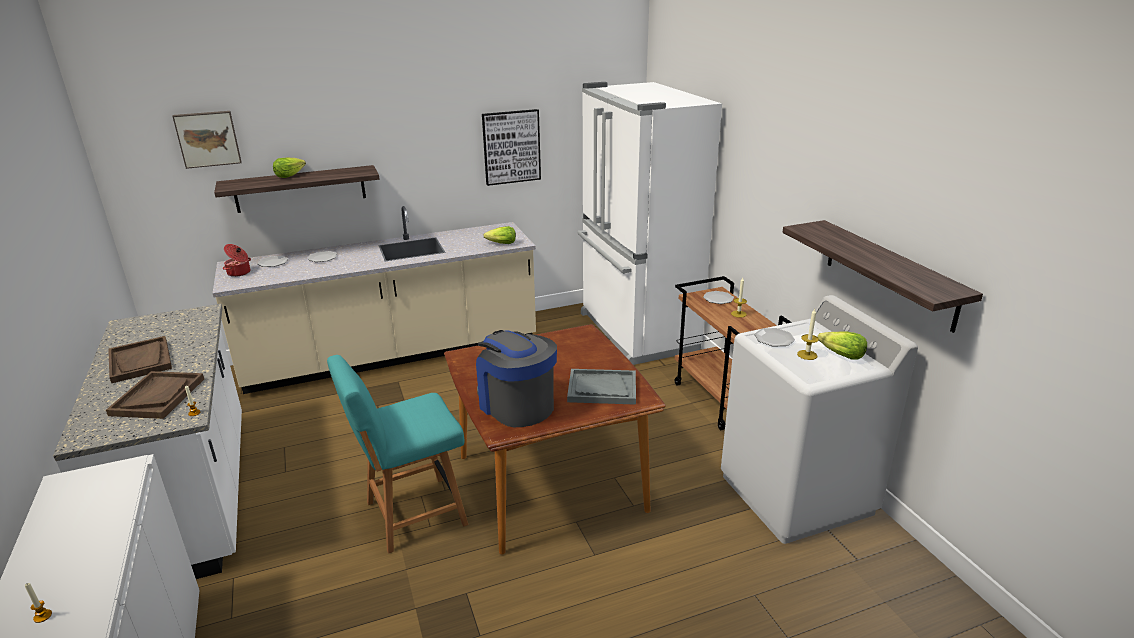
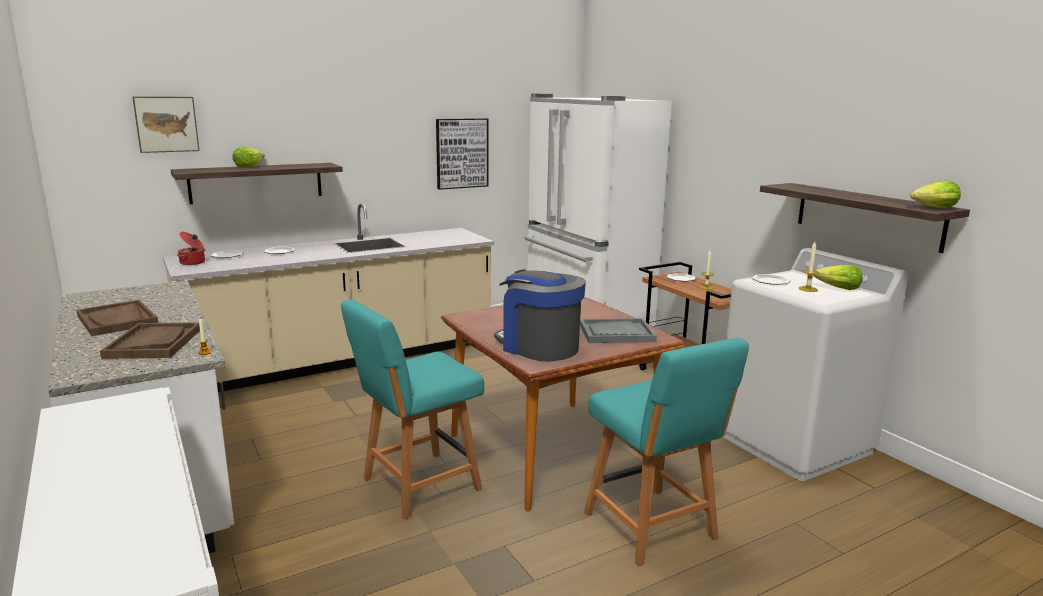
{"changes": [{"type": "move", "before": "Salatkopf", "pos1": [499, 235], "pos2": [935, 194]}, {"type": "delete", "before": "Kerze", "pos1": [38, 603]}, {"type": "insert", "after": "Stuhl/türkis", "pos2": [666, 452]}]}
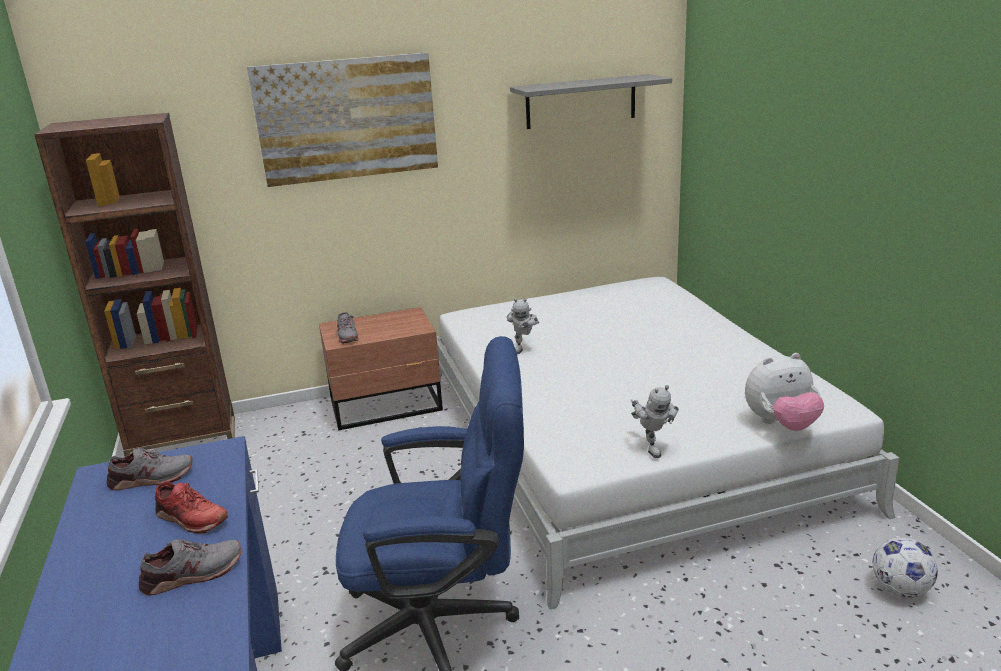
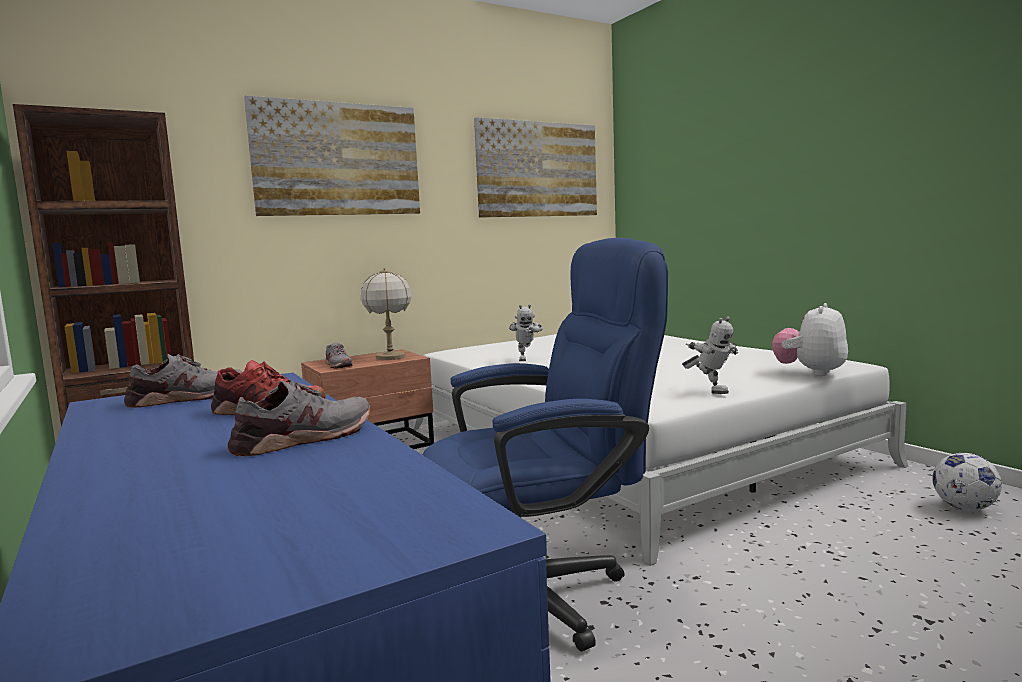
{"changes": [{"type": "replace", "before": "Wandregal/grau", "after": "Bild", "pos1": [591, 101], "pos2": [535, 167]}, {"type": "rotate", "before": "Plüschtier", "pos1": [784, 392], "pos2": [810, 339], "turn": 150}, {"type": "insert", "after": "Tischlampe", "pos2": [386, 314]}]}
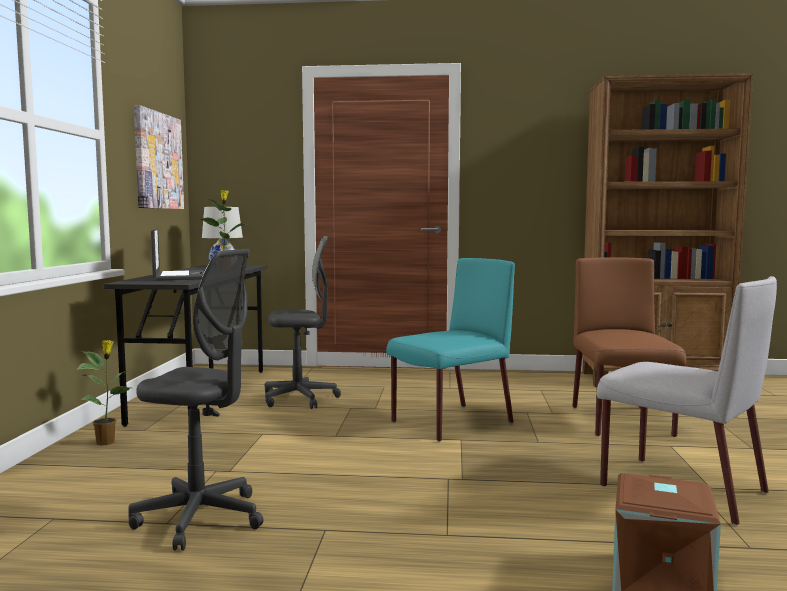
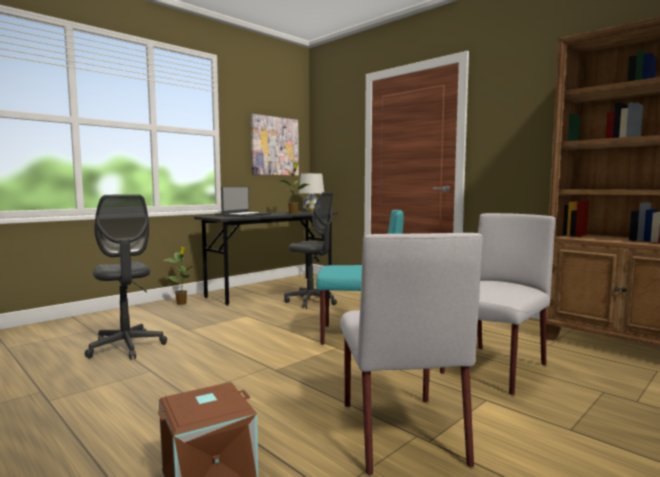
{"changes": [{"type": "recolor", "before": "Stuhl/braun", "after": "Stuhl/grau", "pos1": [629, 347], "pos2": [498, 304]}]}
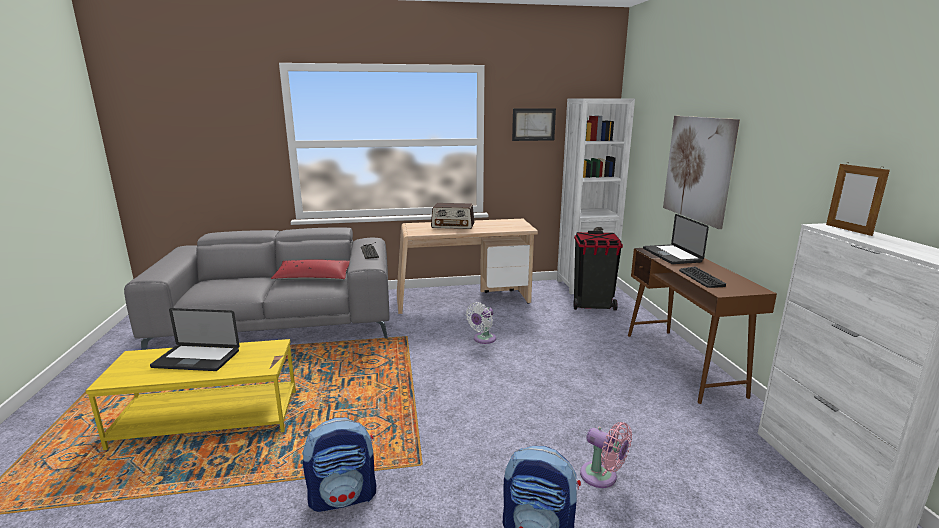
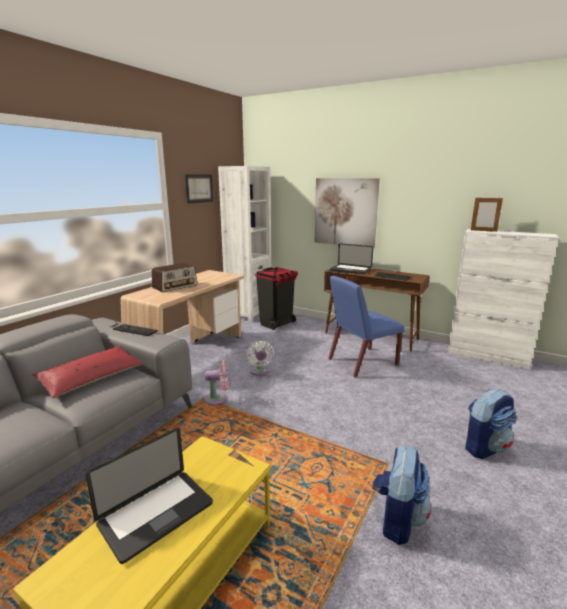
{"changes": [{"type": "move", "before": "Ventilator/rosa", "pos1": [606, 455], "pos2": [216, 382]}, {"type": "insert", "after": "Stuhl/blau", "pos2": [366, 327]}]}
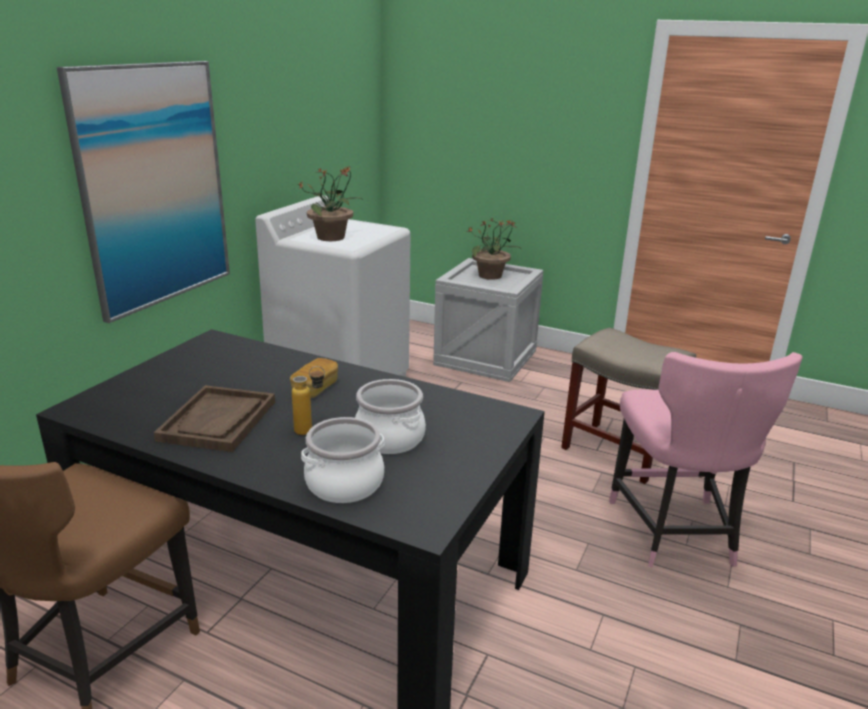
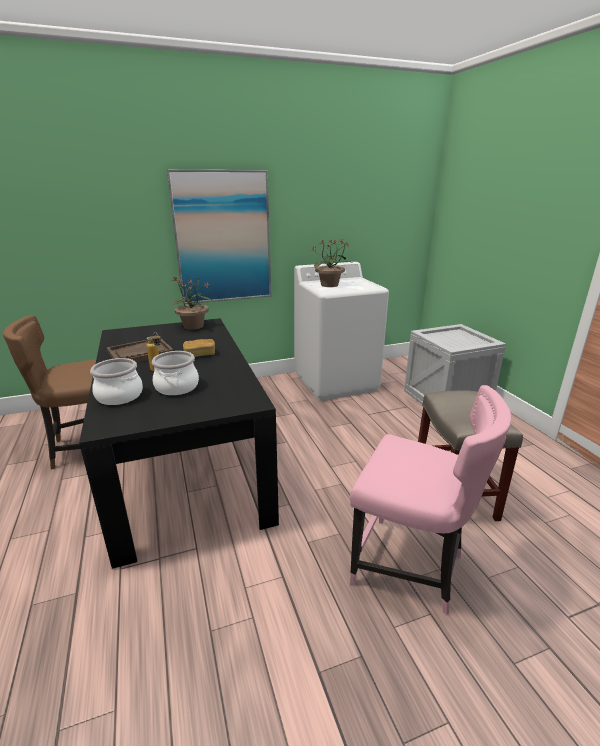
{"changes": [{"type": "move", "before": "Topfpflanze", "pos1": [494, 249], "pos2": [191, 303]}, {"type": "rotate", "before": "Stuhl/rosa", "pos1": [706, 459], "pos2": [430, 500], "turn": -105}]}
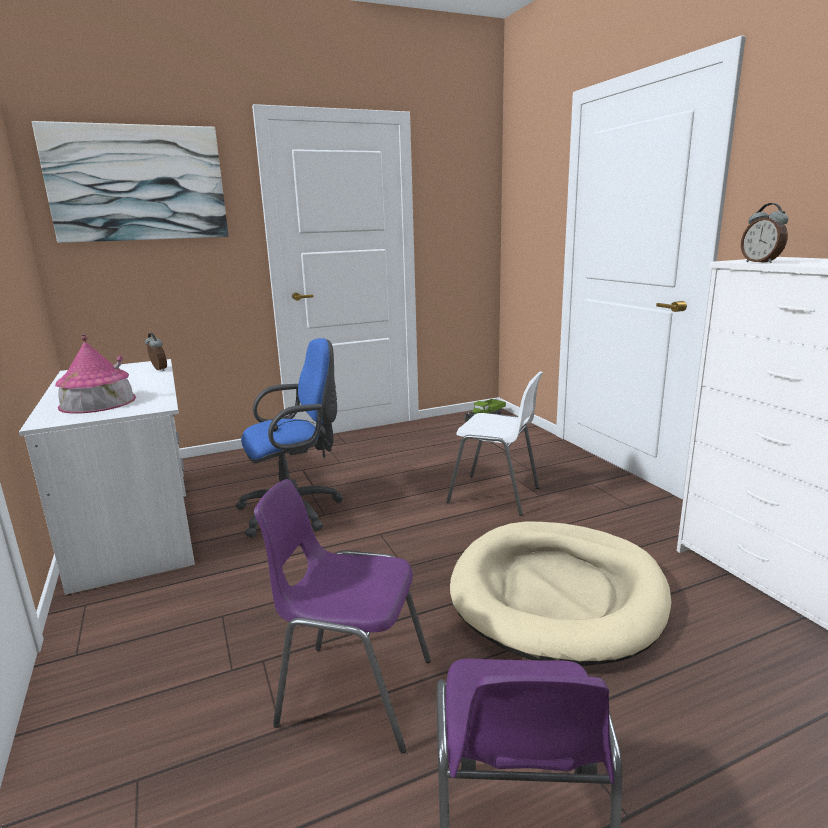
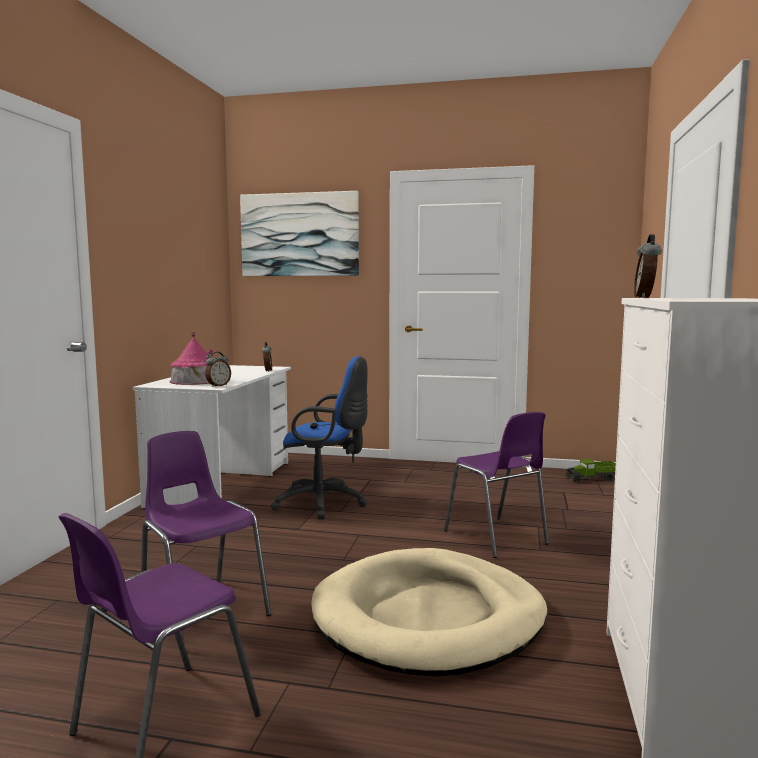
{"changes": [{"type": "recolor", "before": "Stuhl/weiß", "after": "Stuhl/lila", "pos1": [495, 443], "pos2": [496, 485]}, {"type": "insert", "after": "Wecker", "pos2": [218, 369]}]}
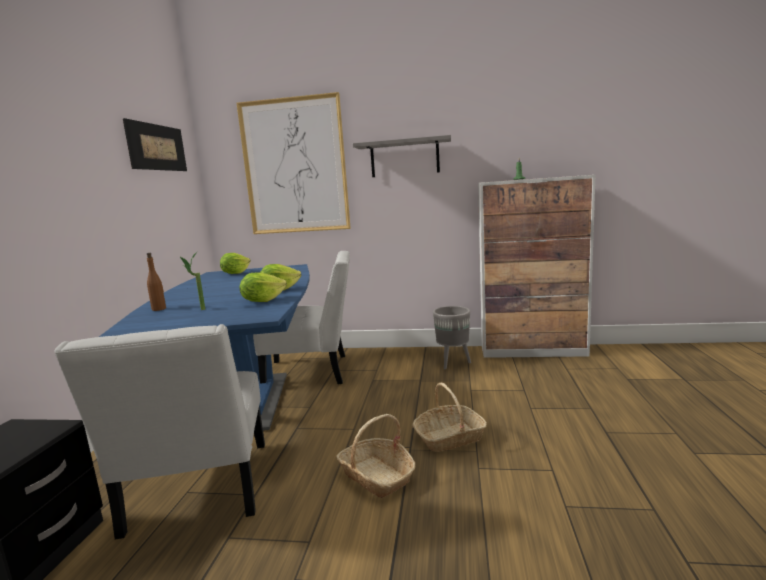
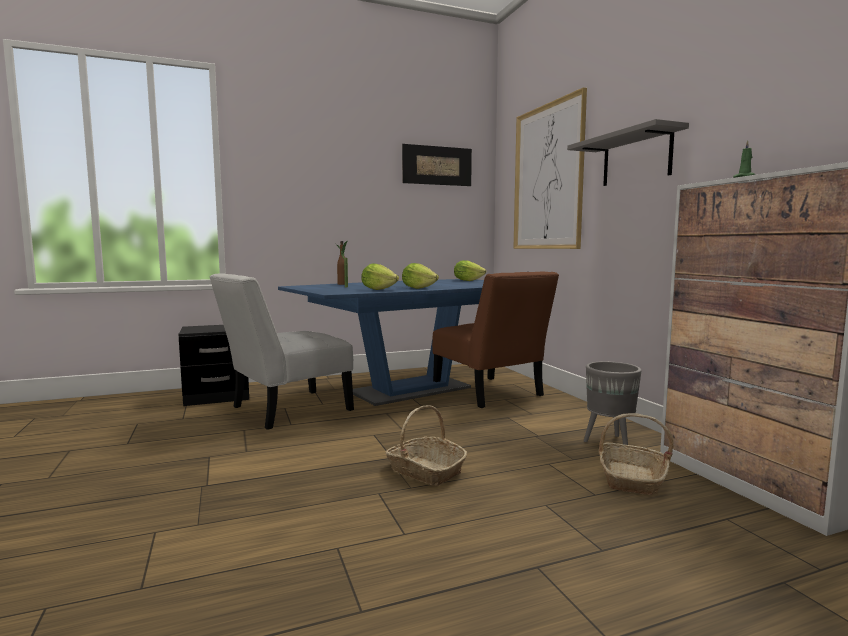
{"changes": [{"type": "recolor", "before": "Stuhl/weiß", "after": "Stuhl/braun", "pos1": [301, 317], "pos2": [495, 340]}, {"type": "move", "before": "Korb", "pos1": [375, 456], "pos2": [636, 454]}]}
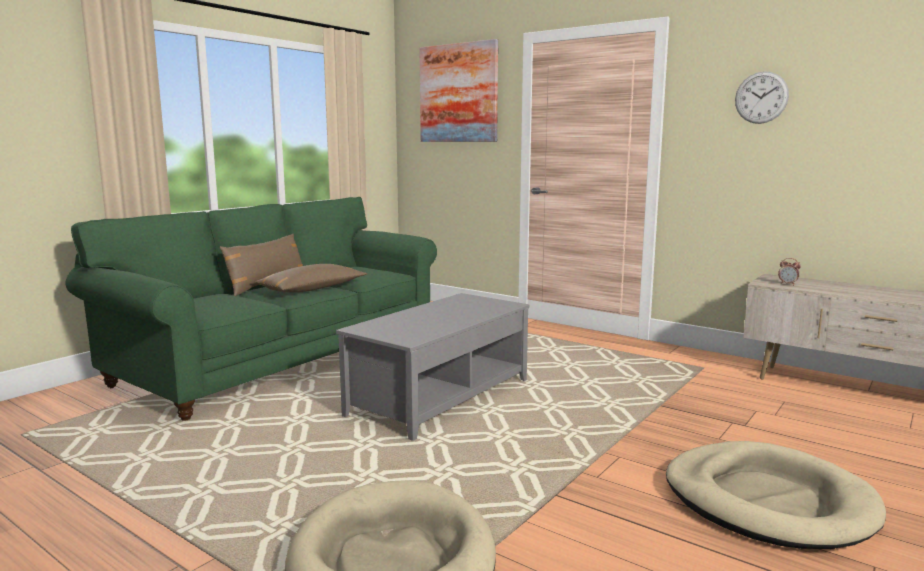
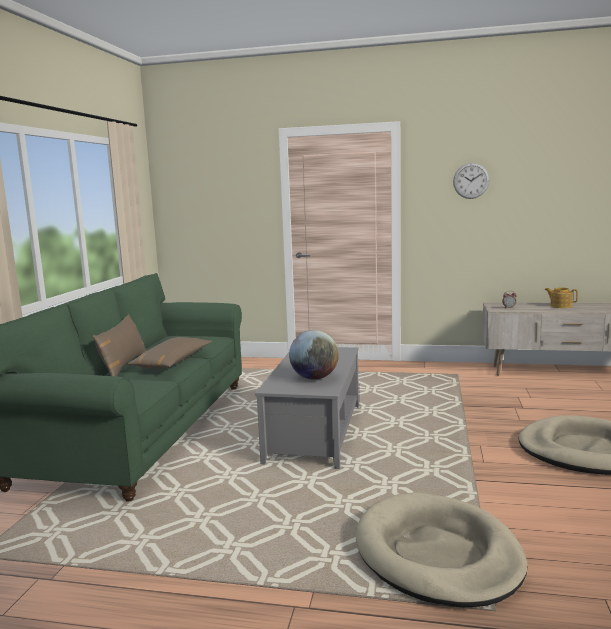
{"changes": [{"type": "delete", "before": "Bild", "pos1": [458, 90]}, {"type": "insert", "after": "Teekanne", "pos2": [561, 298]}, {"type": "insert", "after": "Globus", "pos2": [314, 355]}]}
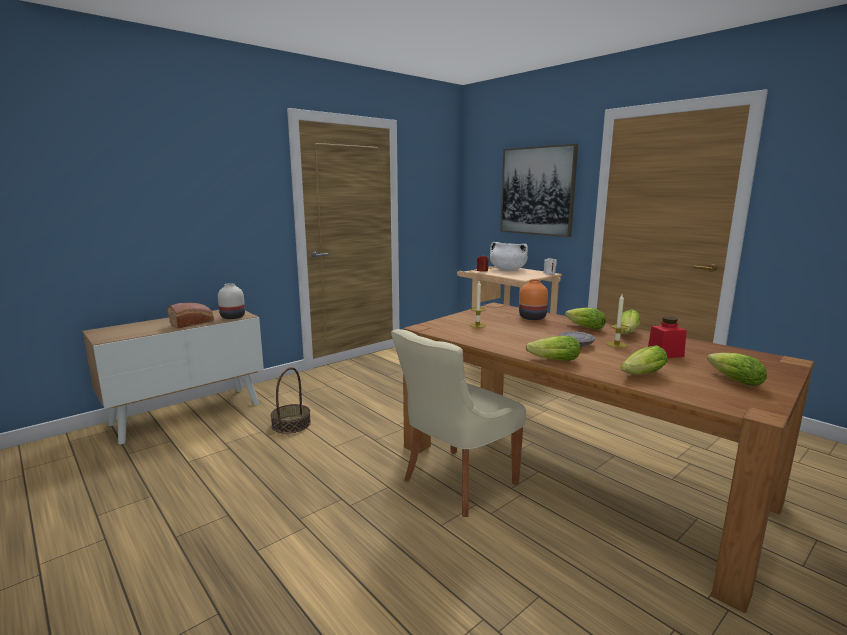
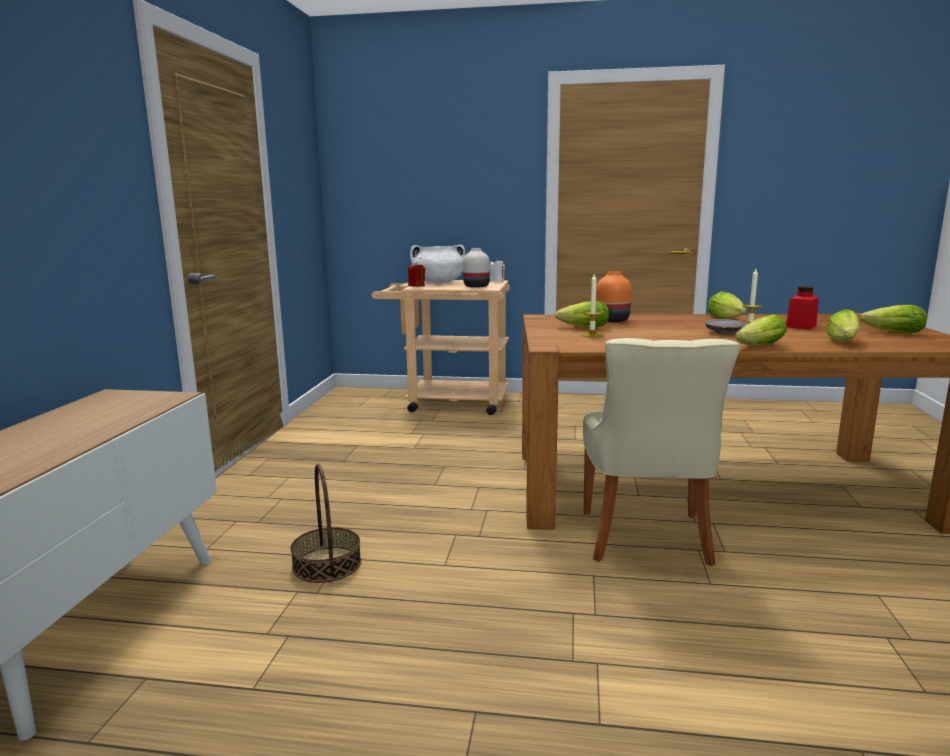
{"changes": [{"type": "delete", "before": "Bild", "pos1": [539, 190]}, {"type": "move", "before": "Vase/weiß", "pos1": [231, 301], "pos2": [476, 268]}, {"type": "delete", "before": "Brot", "pos1": [190, 315]}, {"type": "move", "before": "Salatkopf", "pos1": [585, 318], "pos2": [582, 314]}]}
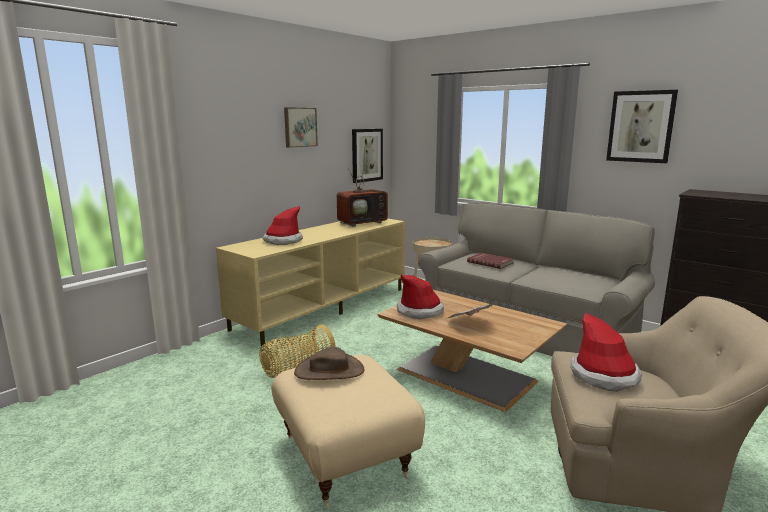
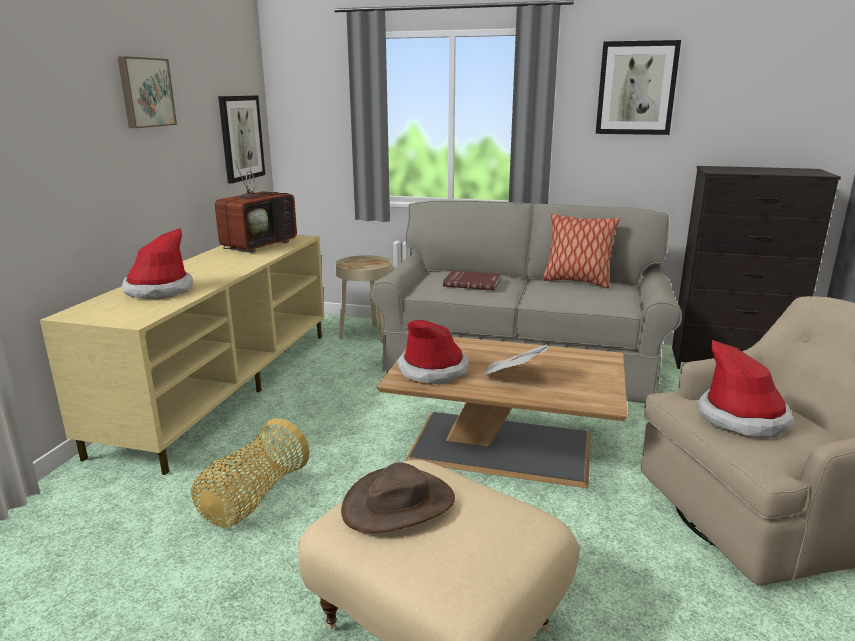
{"changes": [{"type": "insert", "after": "Kissen", "pos2": [581, 250]}]}
